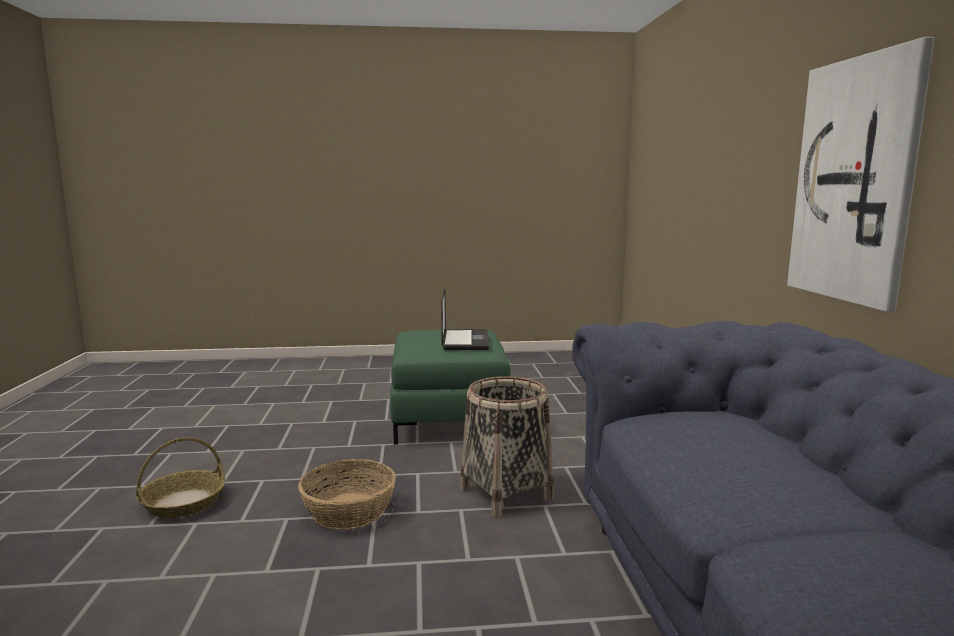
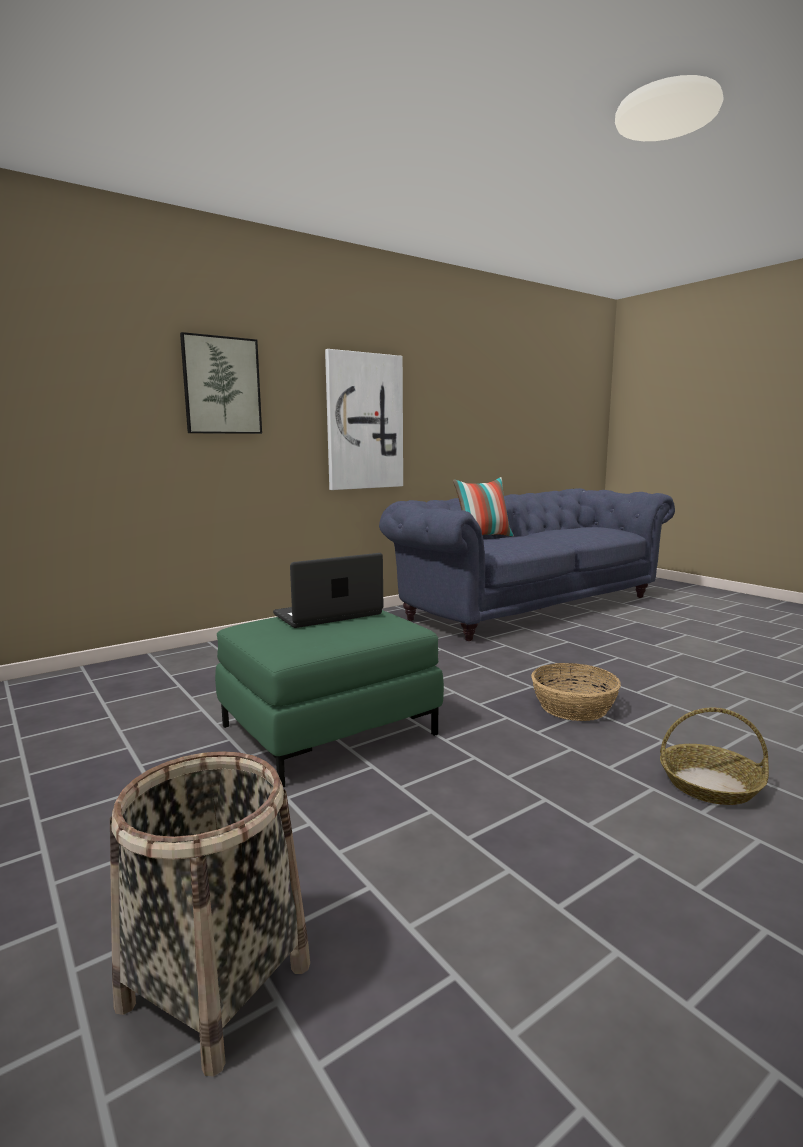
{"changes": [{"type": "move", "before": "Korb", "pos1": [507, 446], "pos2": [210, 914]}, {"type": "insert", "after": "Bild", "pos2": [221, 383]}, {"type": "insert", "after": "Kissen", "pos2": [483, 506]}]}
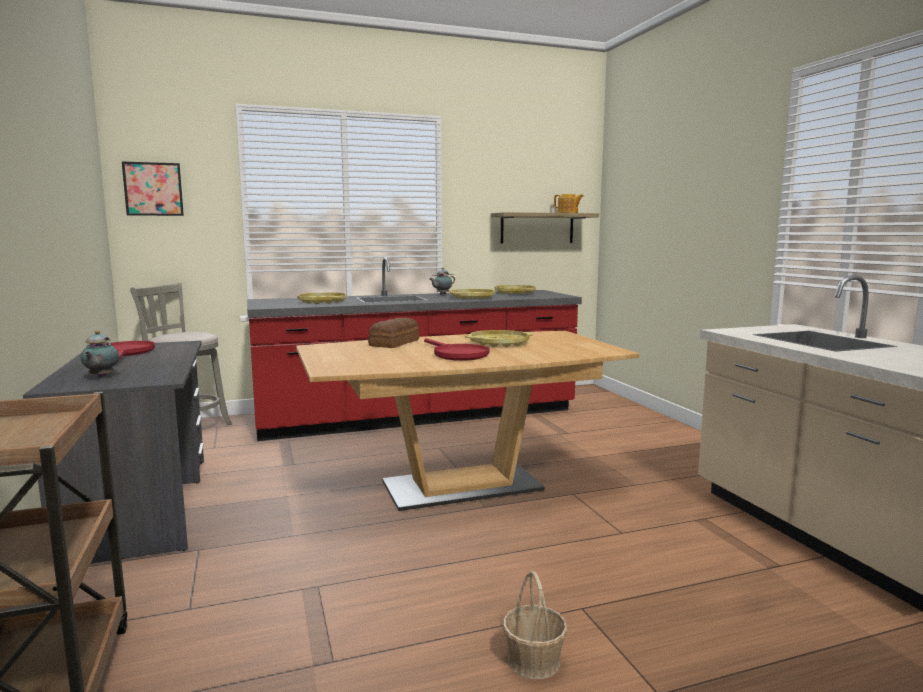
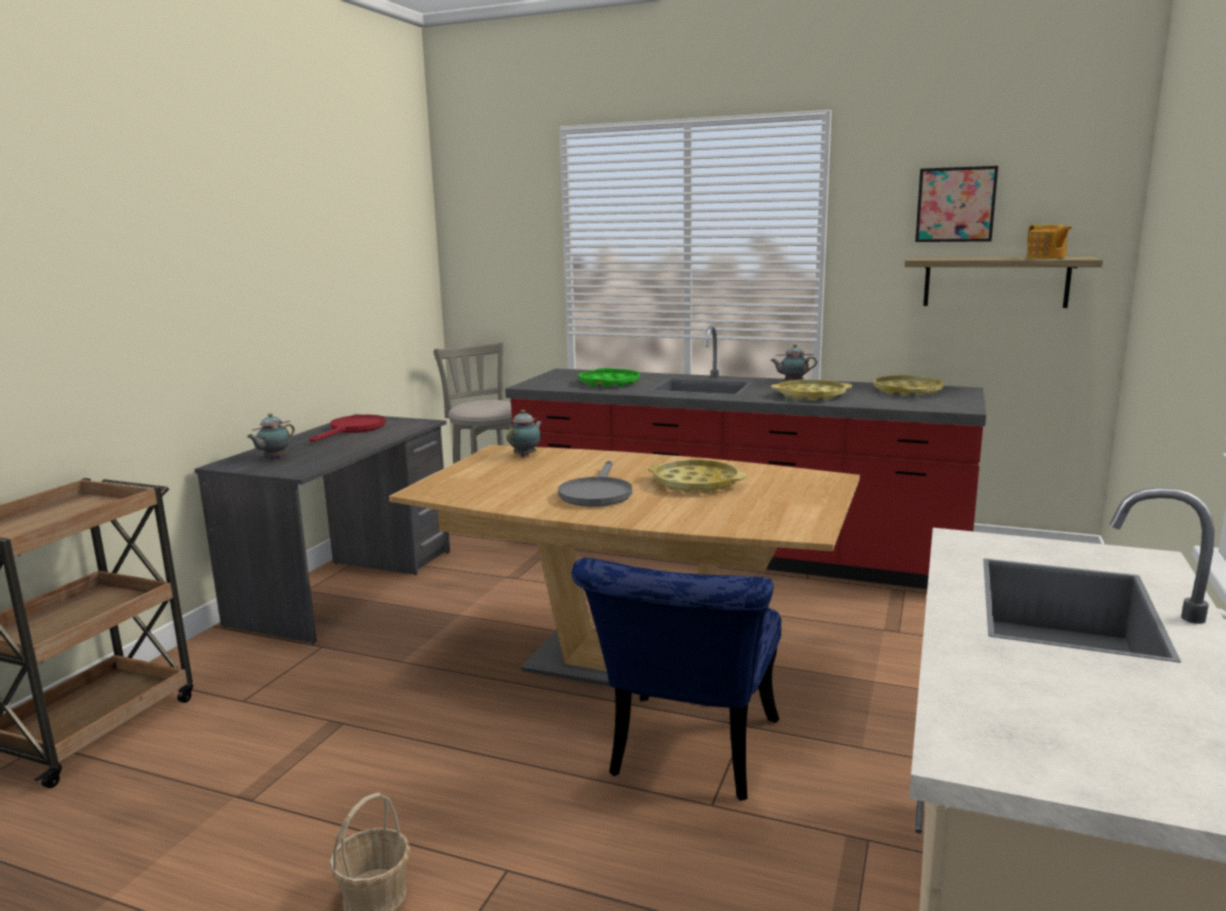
{"changes": [{"type": "move", "before": "Bild", "pos1": [153, 188], "pos2": [956, 204]}, {"type": "recolor", "before": "Tablett/gelb", "after": "Tablett/grün", "pos1": [321, 298], "pos2": [609, 378]}, {"type": "delete", "before": "Brot", "pos1": [393, 333]}, {"type": "recolor", "before": "Pfanne/rot", "after": "Pfanne/grau", "pos1": [456, 349], "pos2": [595, 483]}, {"type": "insert", "after": "Teekanne", "pos2": [524, 433]}, {"type": "insert", "after": "Stuhl/blau", "pos2": [676, 679]}]}
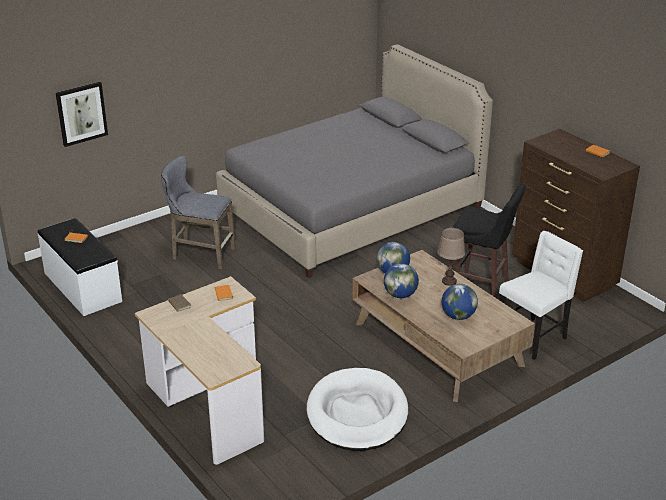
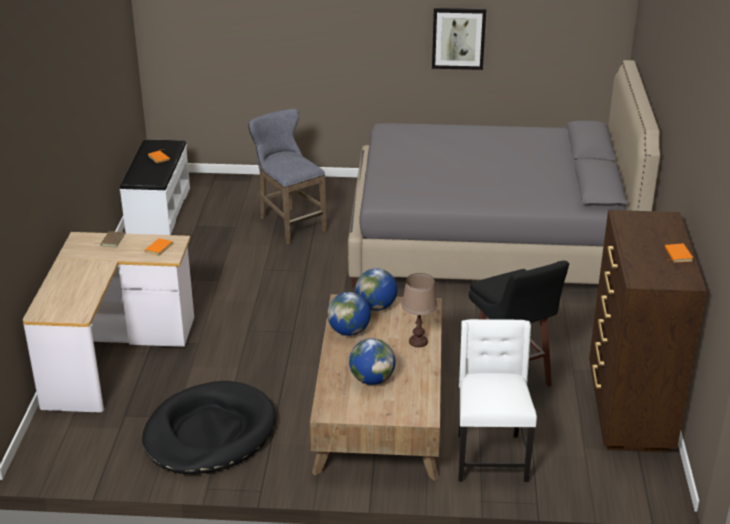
{"changes": [{"type": "move", "before": "Bild", "pos1": [82, 114], "pos2": [459, 39]}, {"type": "rotate", "before": "Stuhl/weiß", "pos1": [541, 295], "pos2": [497, 400], "turn": -90}, {"type": "recolor", "before": "Hundebett/weiß", "after": "Hundebett/schwarz", "pos1": [357, 409], "pos2": [208, 427]}]}
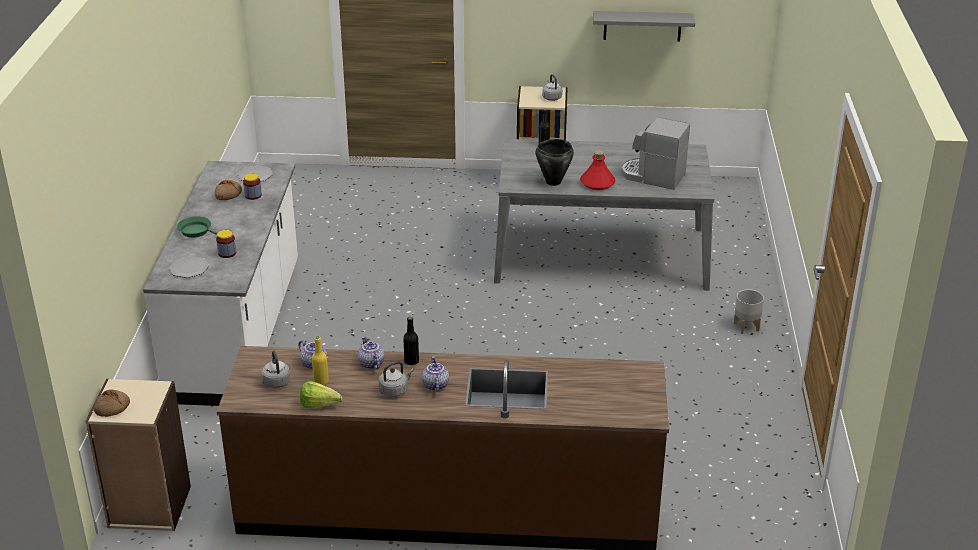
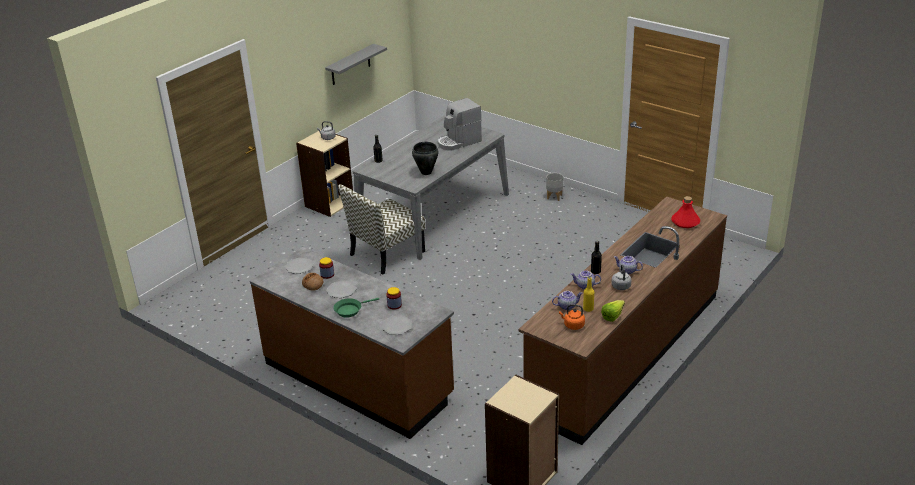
{"changes": [{"type": "move", "before": "Flasche/rot", "pos1": [598, 170], "pos2": [685, 212]}, {"type": "recolor", "before": "Küchenzeile/weiß", "after": "Küchenzeile/braun", "pos1": [220, 283], "pos2": [352, 343]}, {"type": "recolor", "before": "Wasserkessel/grau", "after": "Wasserkessel/orange", "pos1": [276, 369], "pos2": [572, 317]}, {"type": "delete", "before": "Brot", "pos1": [112, 403]}, {"type": "insert", "after": "Stuhl", "pos2": [381, 229]}, {"type": "insert", "after": "Teller", "pos2": [341, 289]}]}
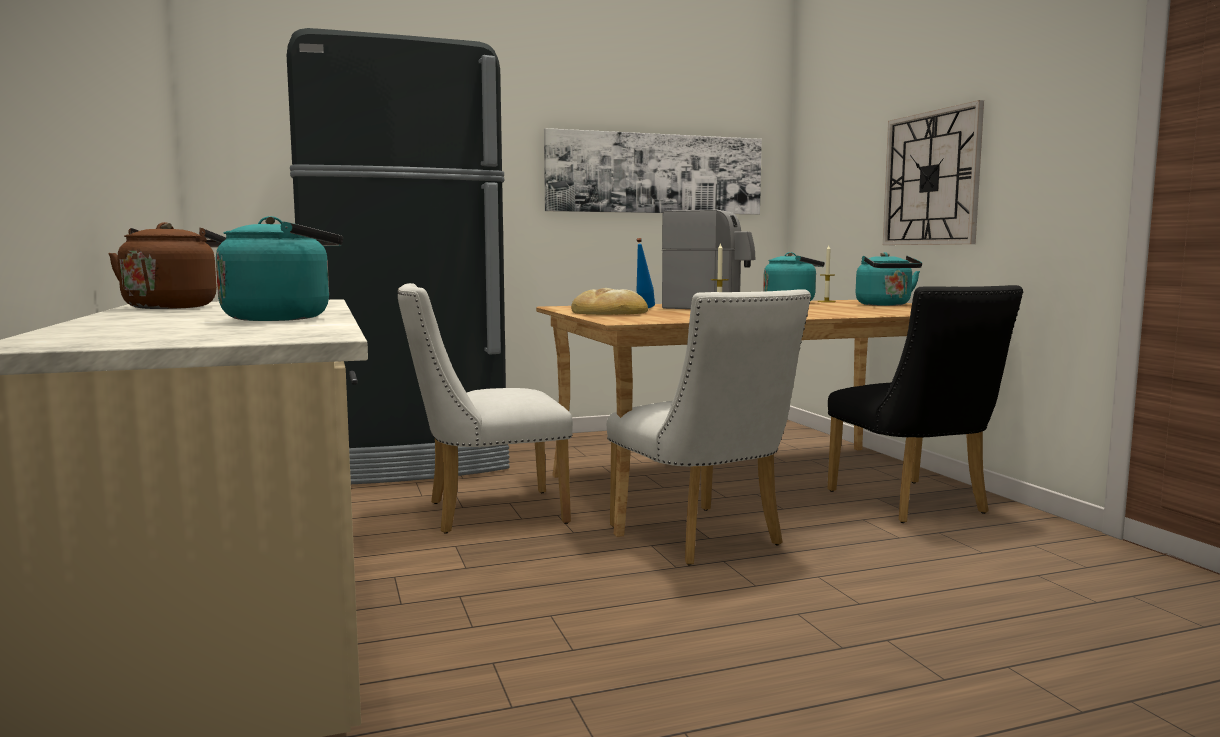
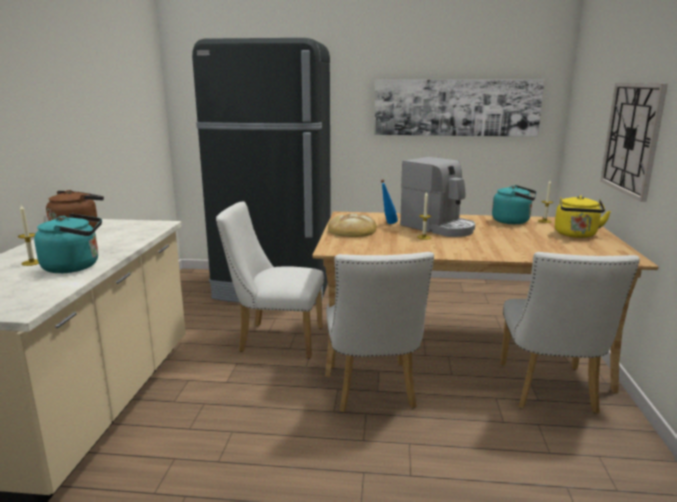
{"changes": [{"type": "recolor", "before": "Wasserkessel/türkis", "after": "Wasserkessel/gelb", "pos1": [889, 279], "pos2": [583, 216]}, {"type": "recolor", "before": "Stuhl/schwarz", "after": "Stuhl/weiß", "pos1": [925, 404], "pos2": [570, 333]}, {"type": "insert", "after": "Kerze", "pos2": [28, 235]}]}
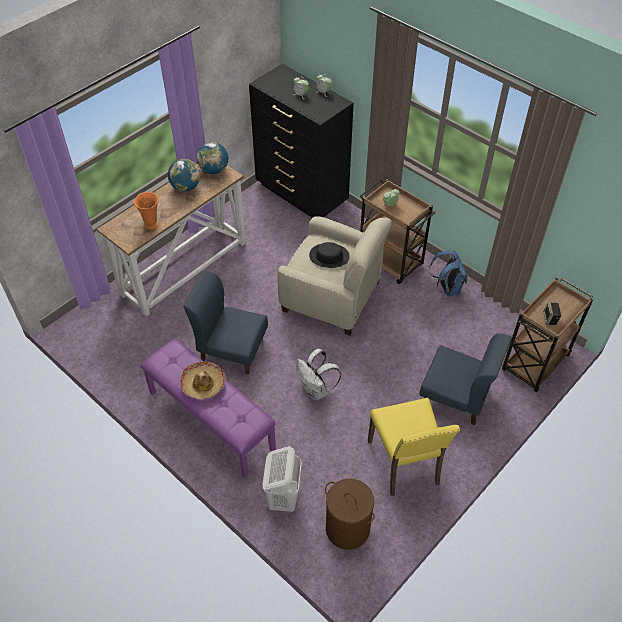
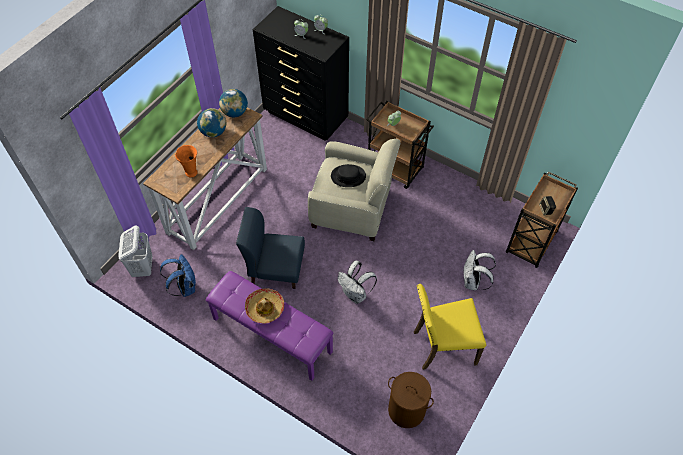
{"changes": [{"type": "move", "before": "Rucksack/blau", "pos1": [448, 273], "pos2": [178, 275]}, {"type": "replace", "before": "Stuhl/blau", "after": "Rucksack/weiß", "pos1": [465, 379], "pos2": [479, 270]}, {"type": "rotate", "before": "Stuhl/gelb", "pos1": [414, 447], "pos2": [450, 327], "turn": 105}, {"type": "move", "before": "Wäschekorb/weiß", "pos1": [282, 479], "pos2": [135, 251]}]}
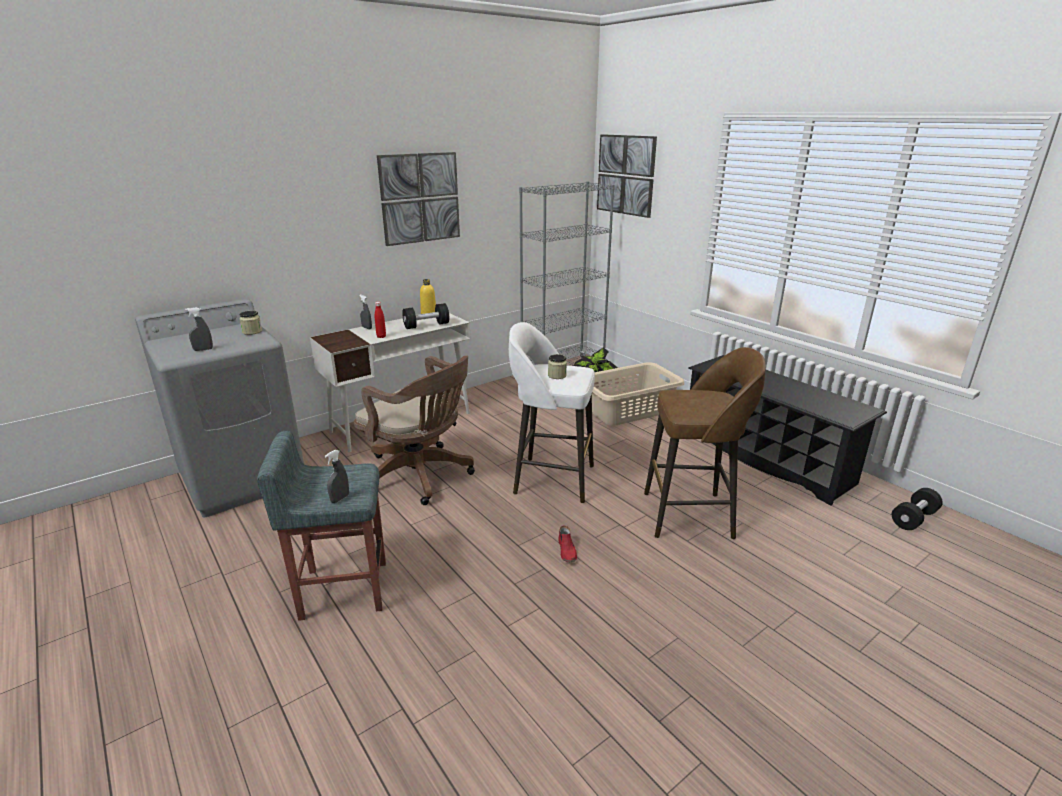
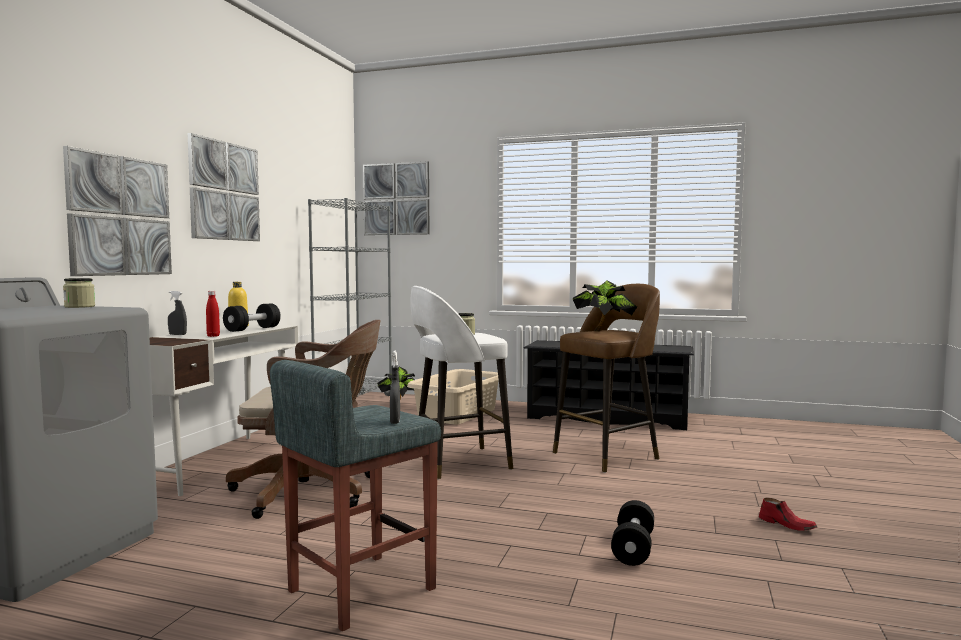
{"changes": [{"type": "delete", "before": "Sprühflasche/grau", "pos1": [199, 329]}, {"type": "move", "before": "Hantel/schwarz", "pos1": [917, 509], "pos2": [632, 533]}, {"type": "move", "before": "Schuh/rot", "pos1": [568, 543], "pos2": [788, 514]}, {"type": "insert", "after": "Bild", "pos2": [117, 211]}, {"type": "insert", "after": "Topfpflanze", "pos2": [605, 305]}]}
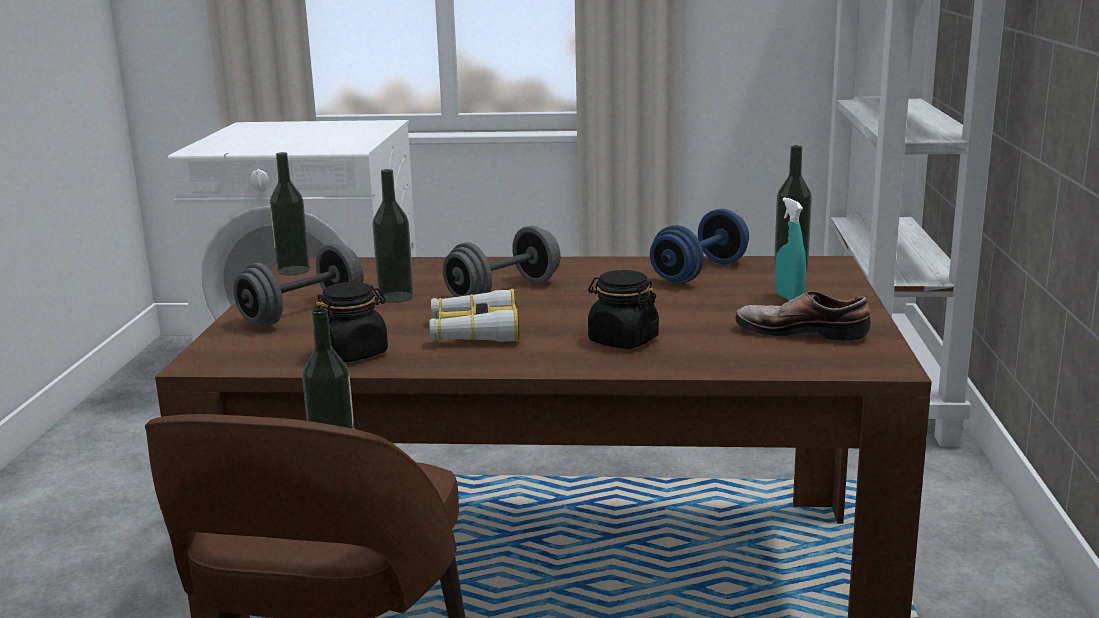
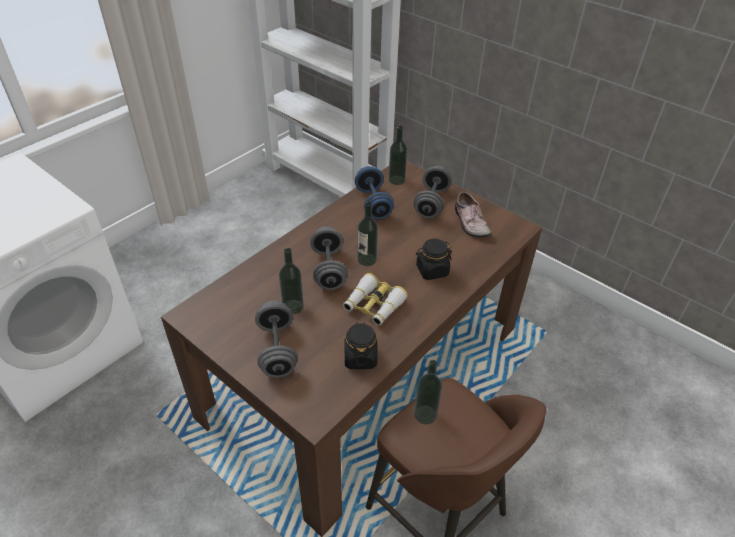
{"changes": [{"type": "move", "before": "Flasche", "pos1": [290, 213], "pos2": [367, 234]}, {"type": "replace", "before": "Sprühflasche/türkis", "after": "Hantel/grau", "pos1": [790, 248], "pos2": [432, 192]}, {"type": "rotate", "before": "Schuh", "pos1": [803, 316], "pos2": [473, 214], "turn": -75}]}
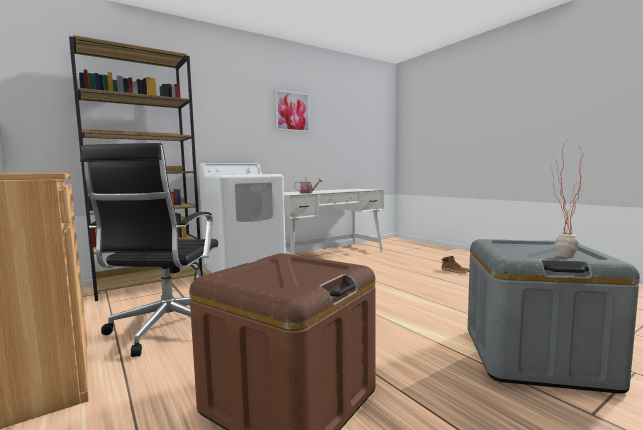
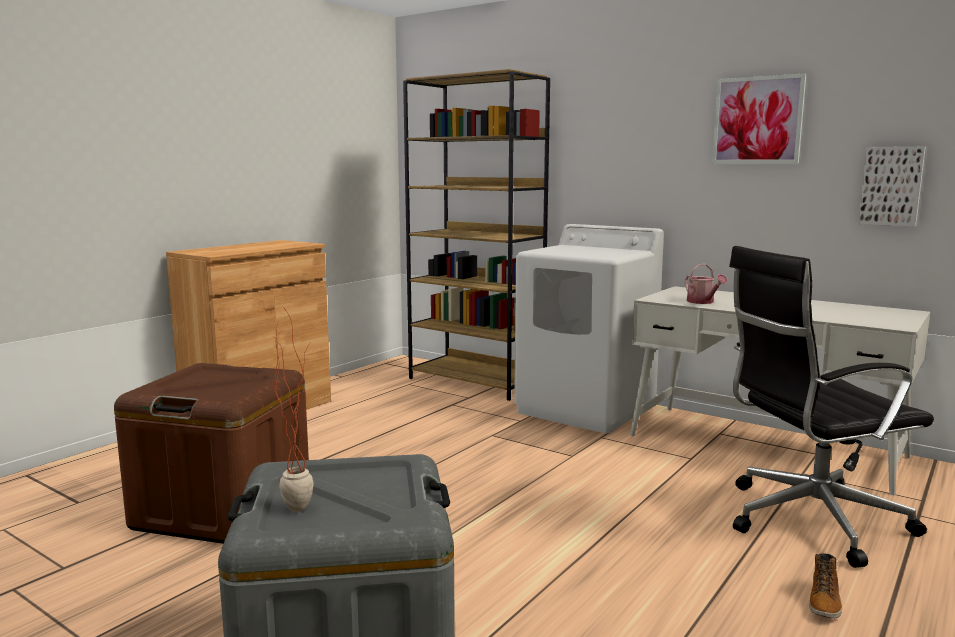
{"changes": [{"type": "move", "before": "Bürostuhl/schwarz", "pos1": [149, 250], "pos2": [831, 407]}, {"type": "insert", "after": "Bild", "pos2": [892, 186]}]}
